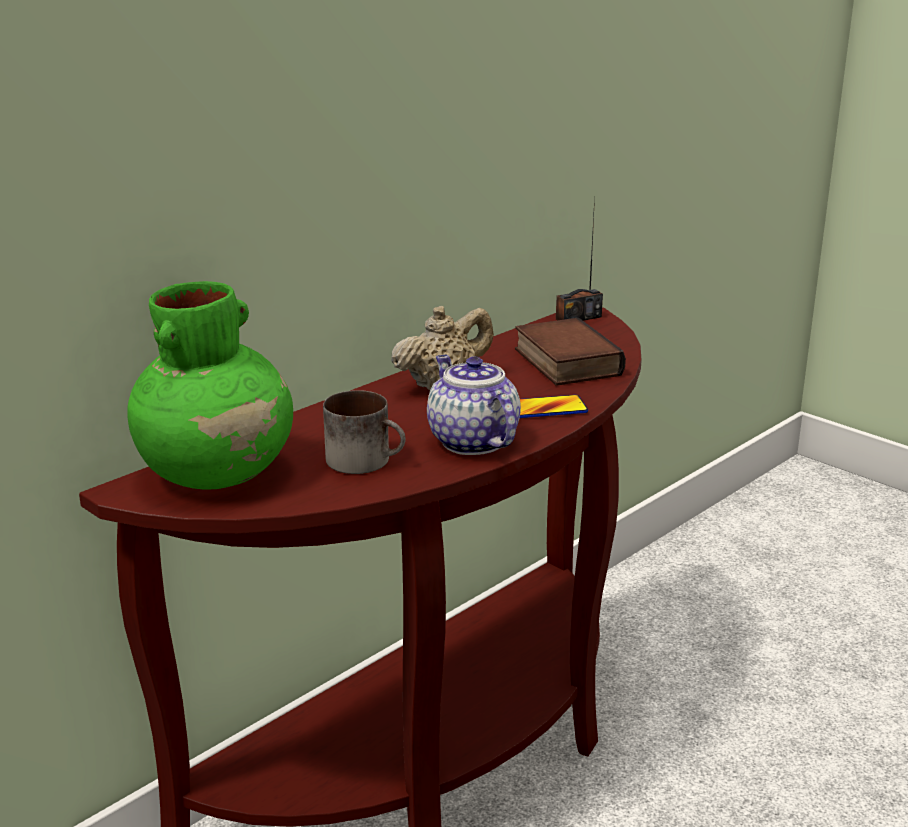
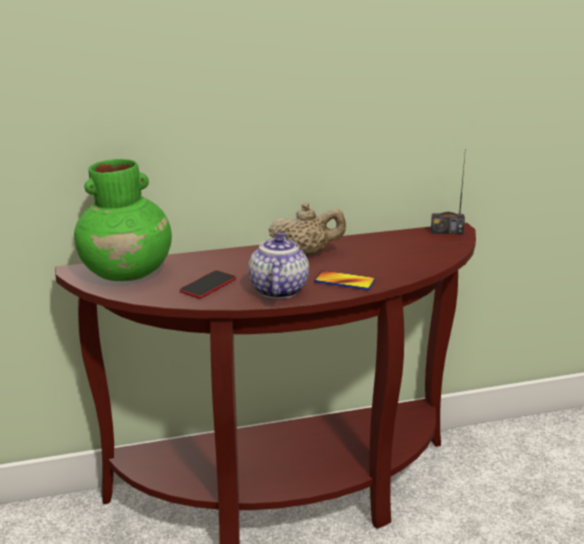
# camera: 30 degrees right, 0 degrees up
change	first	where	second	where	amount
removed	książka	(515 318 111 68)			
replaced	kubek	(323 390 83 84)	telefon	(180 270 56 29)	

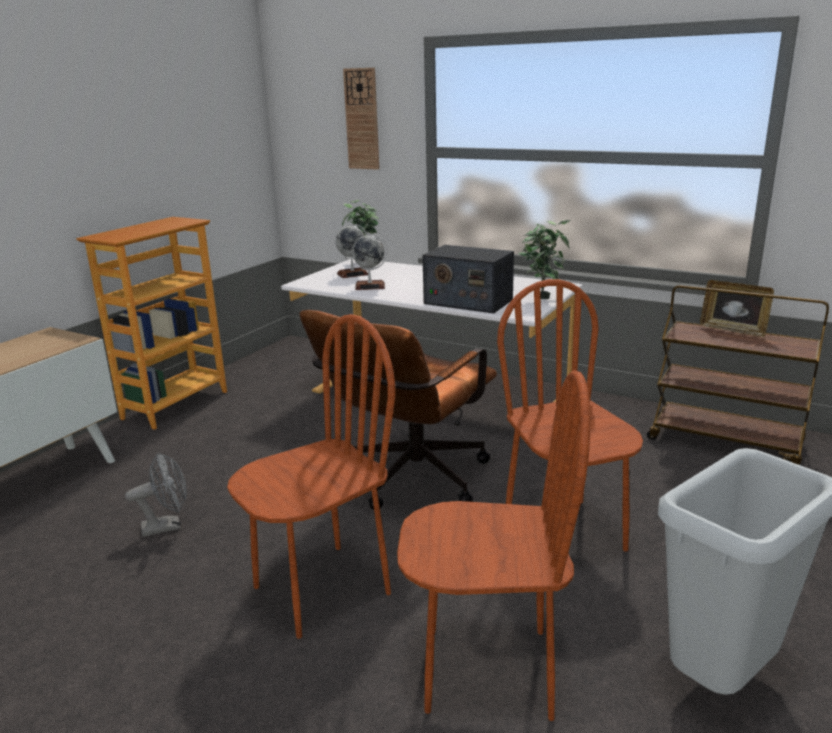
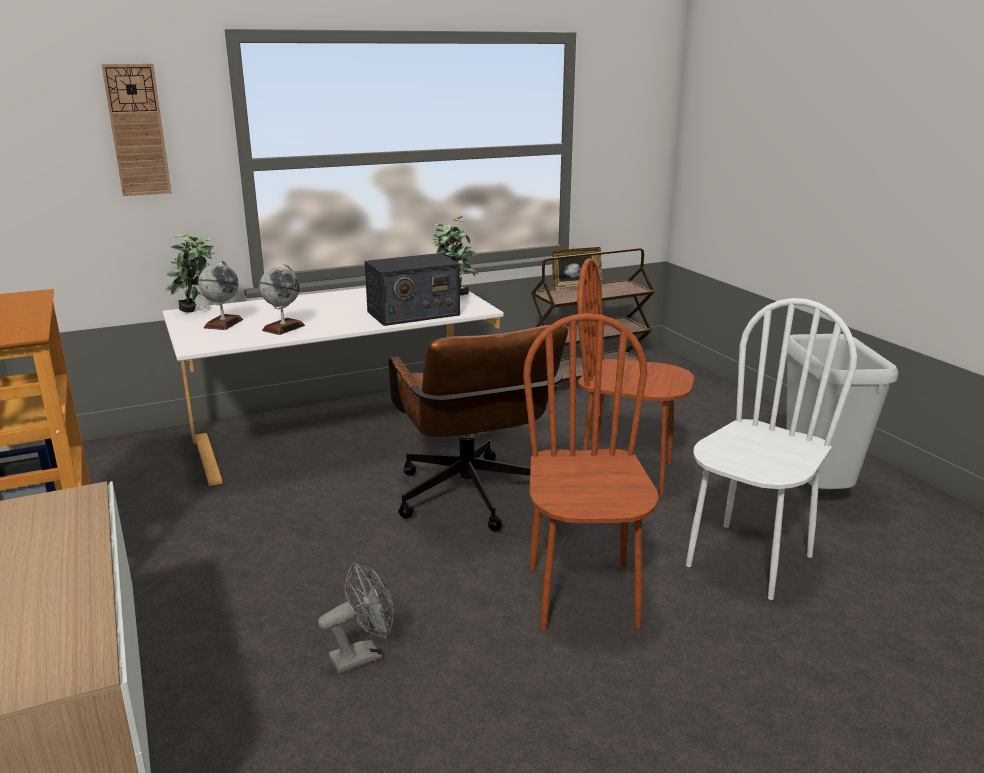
# camera: 55 degrees left, 0 degrees up
change	first	where	second	where	amount
recoloured	krzesło (brązowy)	(397 370 193 351)	krzesło (biały)	(686 298 171 302)	
turned	wentylator (szary)	(125 453 62 84)		(318 563 77 110)	45 degrees clockwise

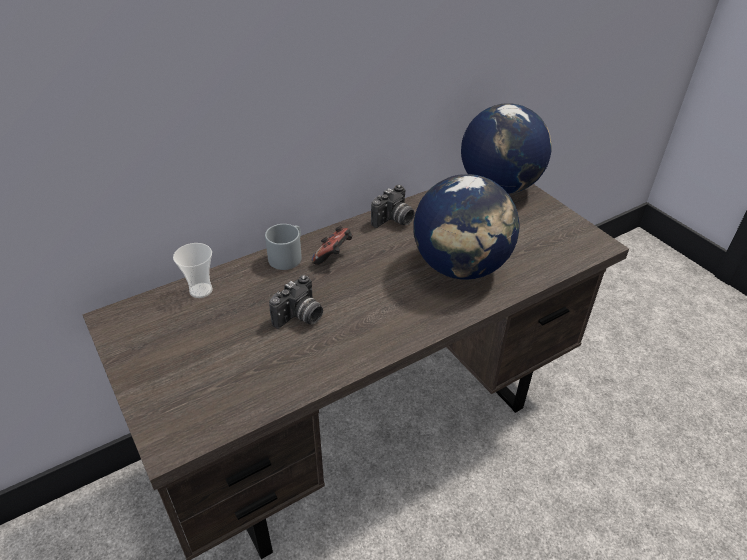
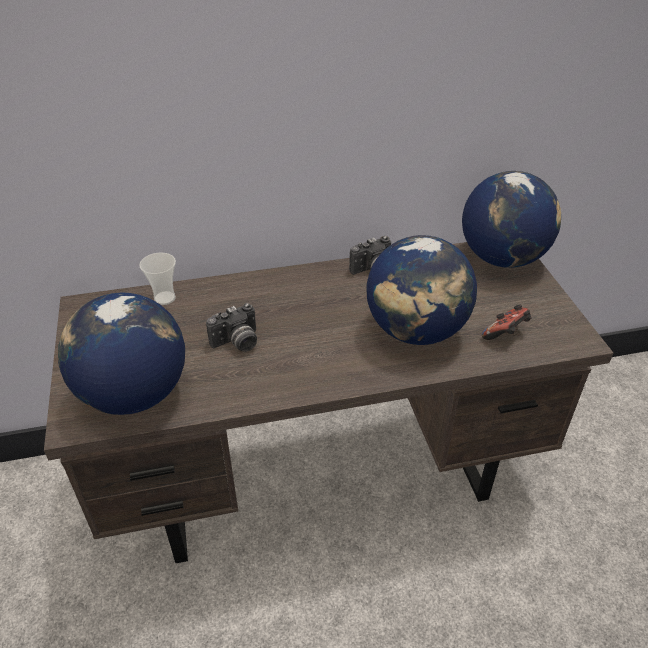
# camera: 20 degrees right, 0 degrees up
change	first	where	second	where	amount
removed	kubek (szary)	(265 224 37 46)			
added			globus	(58 292 127 123)	
moved	pad do gier	(312 226 41 39)		(482 305 49 35)	

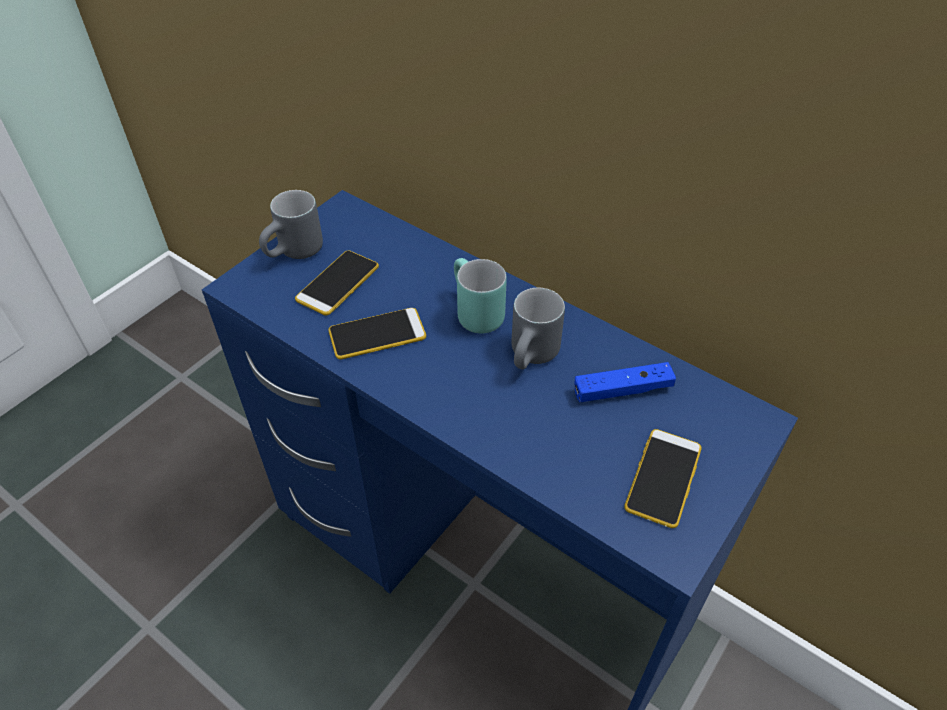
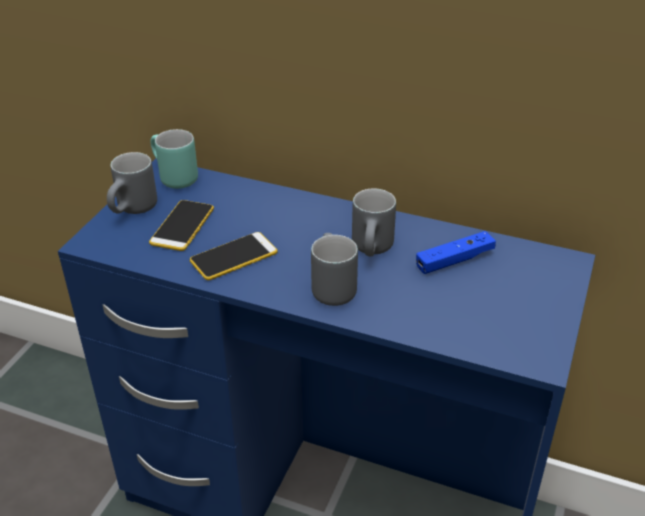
# camera: 15 degrees left, 10 degrees down
change	first	where	second	where	amount
removed	telefon	(624 429 78 99)			
added			kubek (szary)	(311 233 47 73)	
moved	kubek (turkusowy)	(454 258 53 76)		(151 129 47 60)	

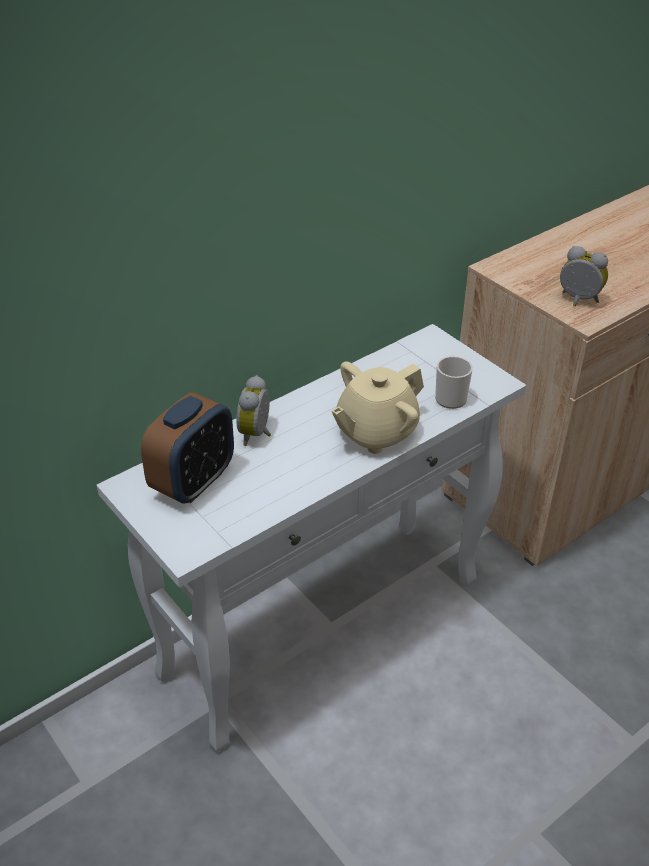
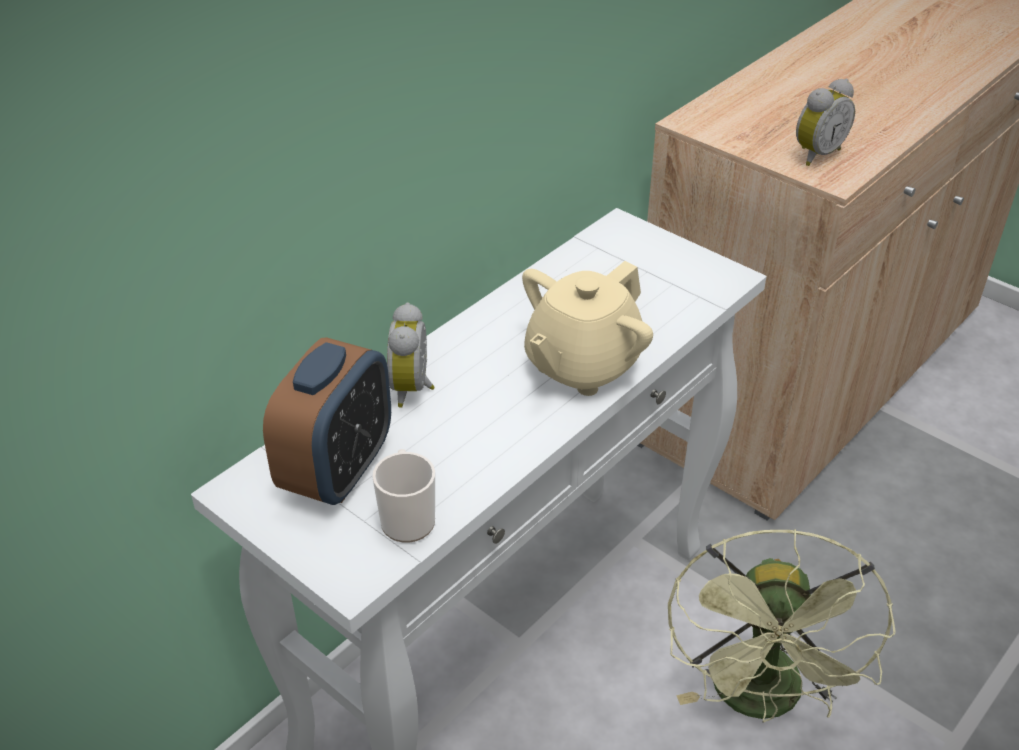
# camera: 10 degrees left, 0 degrees up
change	first	where	second	where	amount
added			wentylator (zielony)	(668 529 227 194)	
moved	kubek	(435 355 38 54)		(372 449 63 94)	
turned	budzik	(560 246 48 60)		(796 79 59 87)	120 degrees clockwise

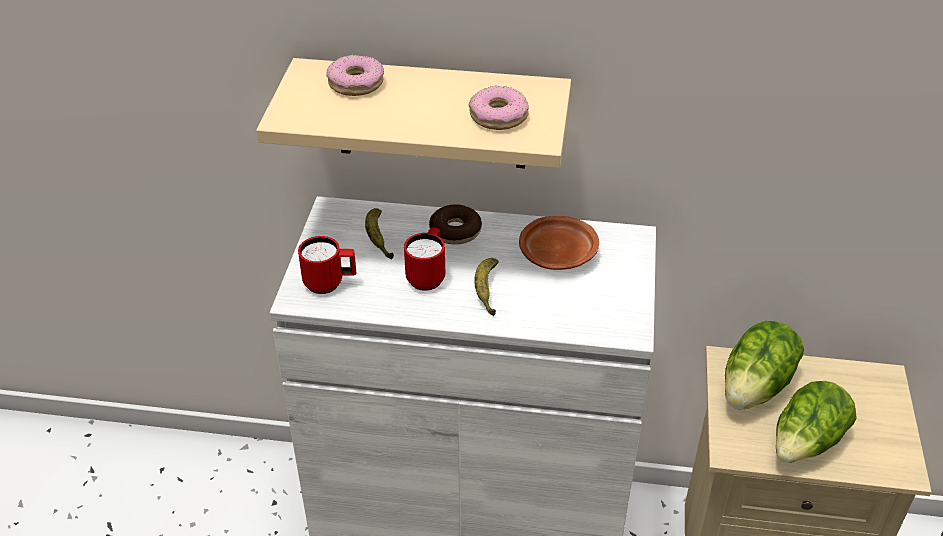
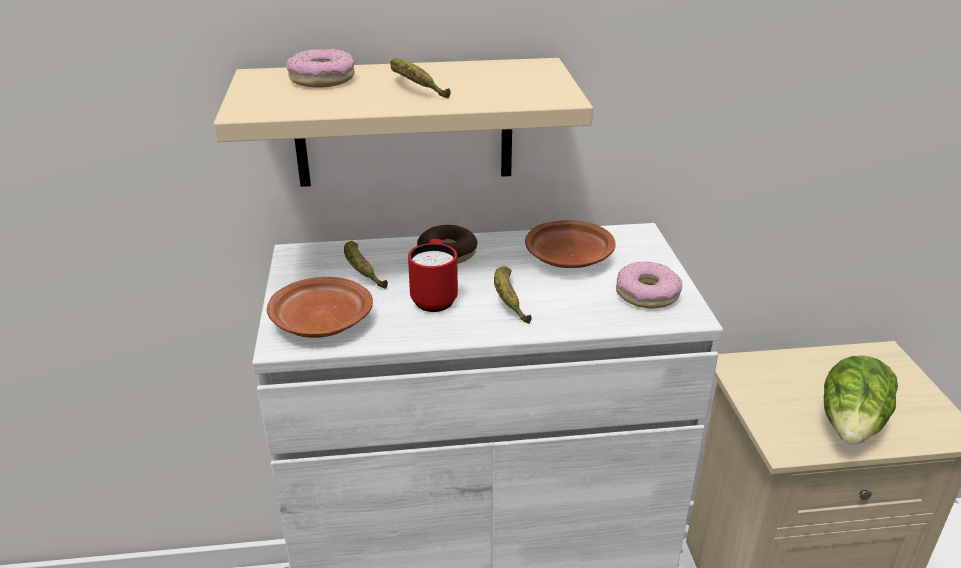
# camera: 15 degrees left, 10 degrees down
change	first	where	second	where	amount
removed	sałata	(725 321 79 88)			
added			banan	(390 58 61 41)	
moved	donut	(468 85 61 45)		(616 262 66 47)	
replaced	kubek (czerwony)	(298 236 58 58)	talerz (brązowy)	(267 277 106 61)	

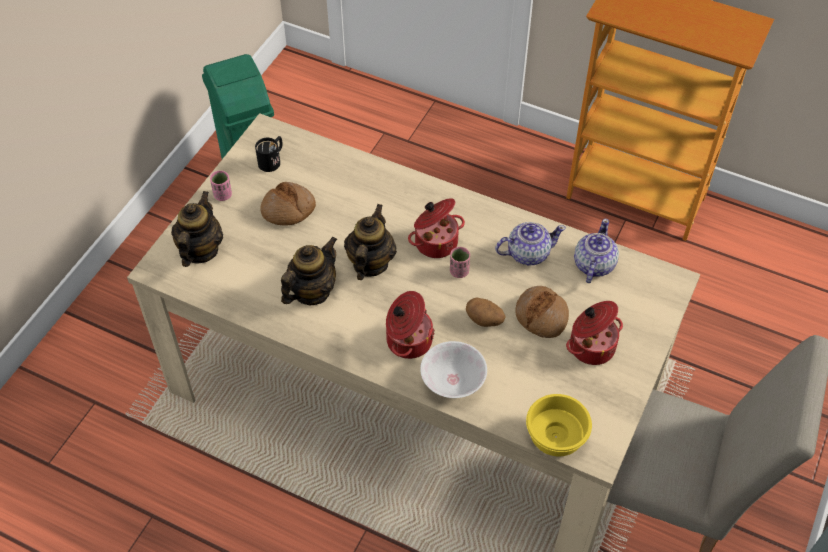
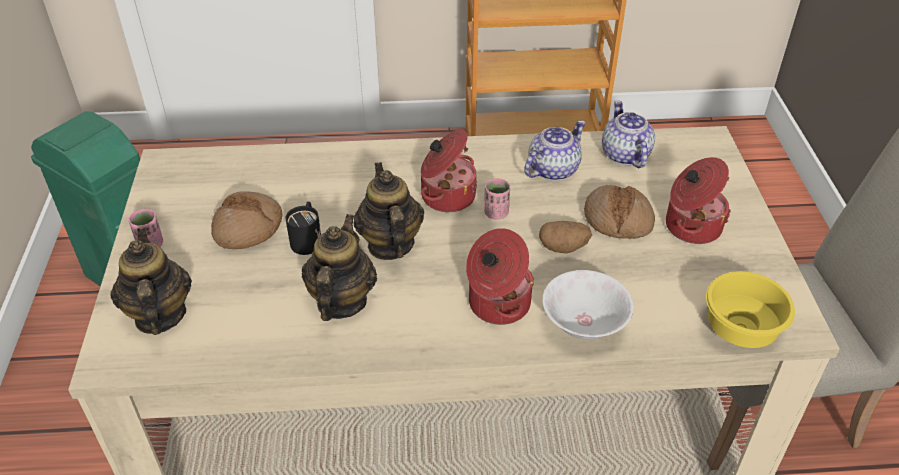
# camera: 30 degrees left, 10 degrees down
change	first	where	second	where	amount
moved	kubek (czarny)	(255 136 28 36)		(285 202 36 53)	

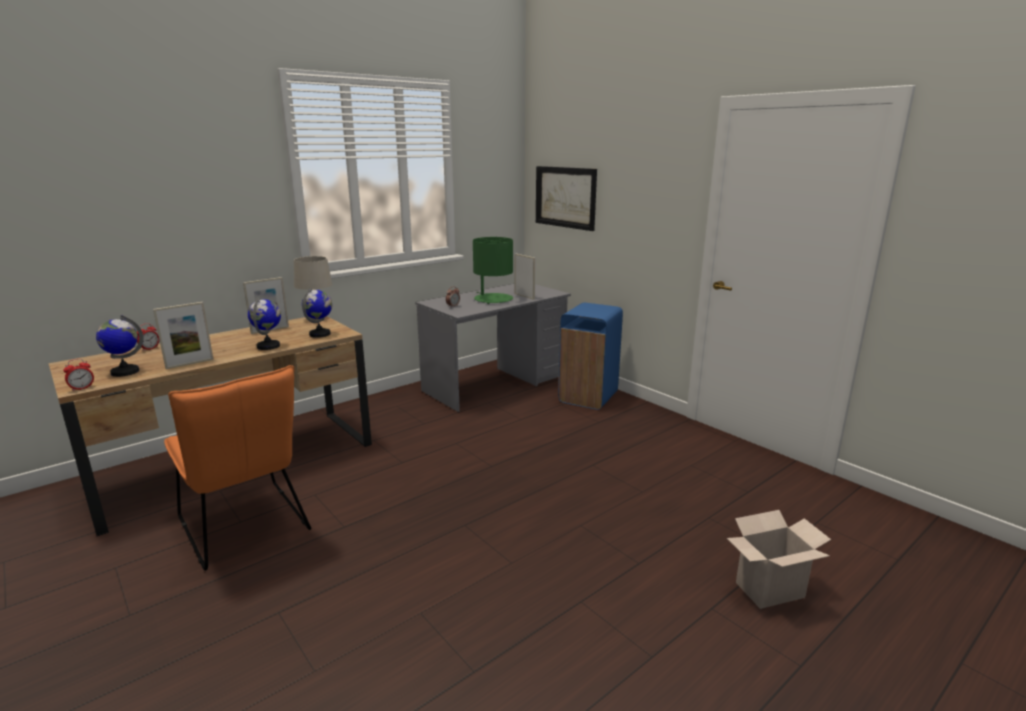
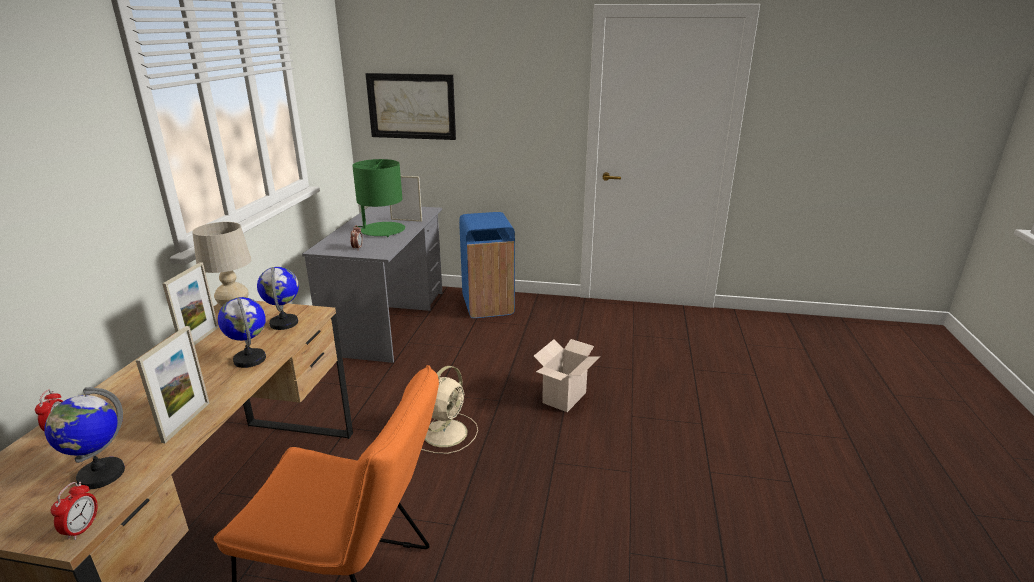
# camera: 40 degrees left, 5 degrees up
change	first	where	second	where	amount
added			wentylator (beżowy)	(421 366 57 88)	
moved	karton	(727 510 104 99)		(534 339 66 73)	

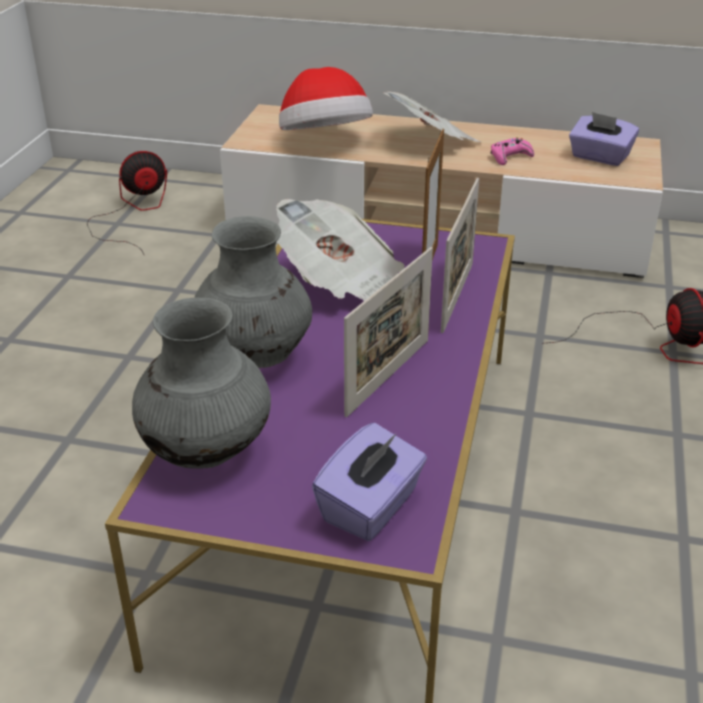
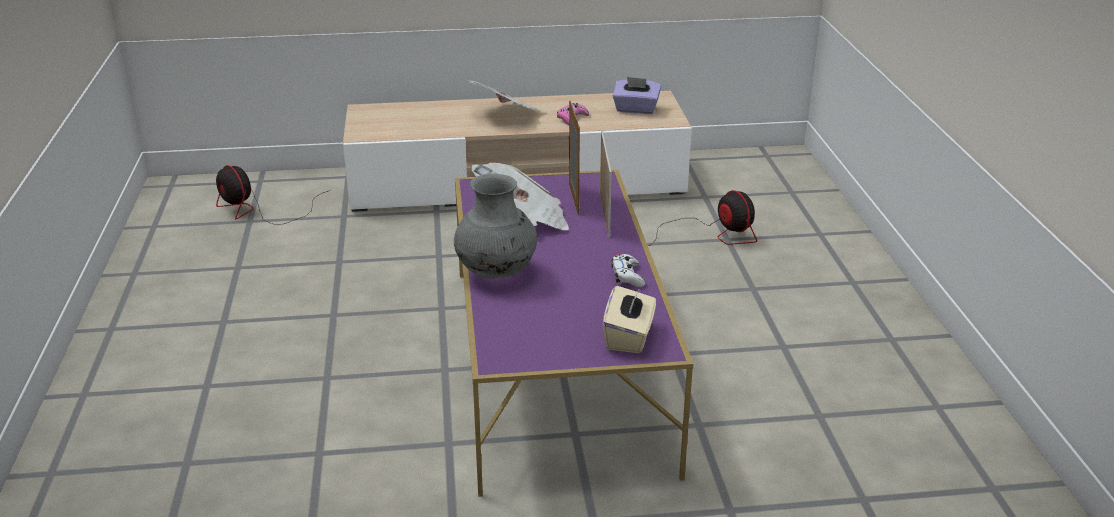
# camera: 20 degrees left, 5 degrees down
change	first	where	second	where	amount
removed	wazon (szary)	(132 298 139 171)			
removed	kapelusz	(279 67 94 63)			
removed	ramka na zdjęcie	(344 247 89 170)			
added			pad do gier (biały)	(611 254 34 33)	
recoloured	pudełko chusteczek (fioletowy)	(312 423 115 118)	pudełko chusteczek (beżowy)	(603 286 53 67)	
turned	wentylator	(87 151 80 104)		(216 165 114 60)	90 degrees counterclockwise

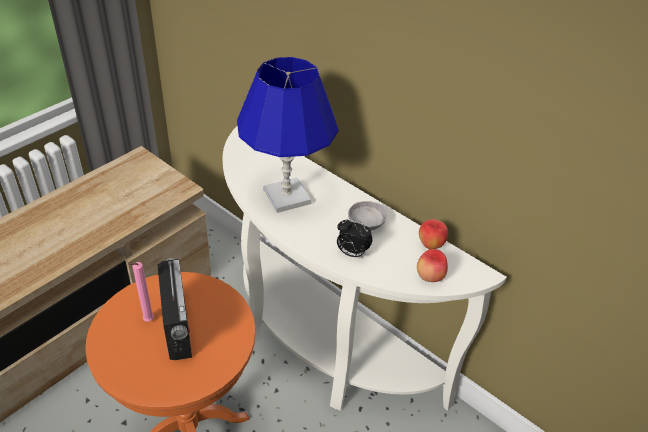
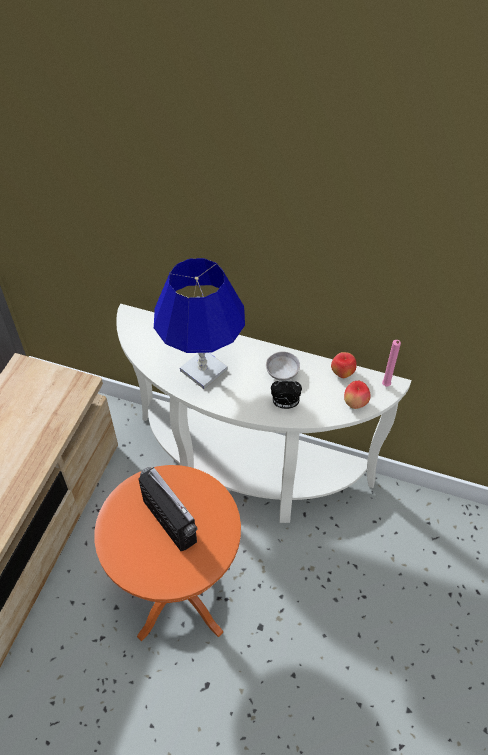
# camera: 20 degrees left, 10 degrees up
change	first	where	second	where	amount
moved	świeca (różowy)	(129 262 25 60)		(382 340 19 46)	

